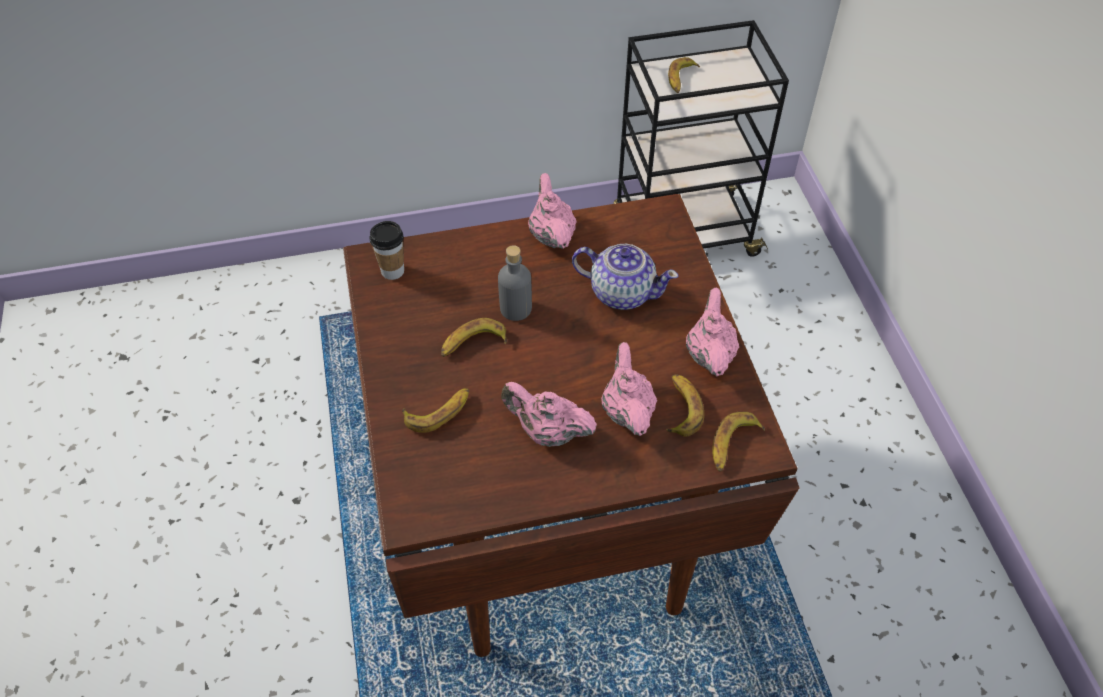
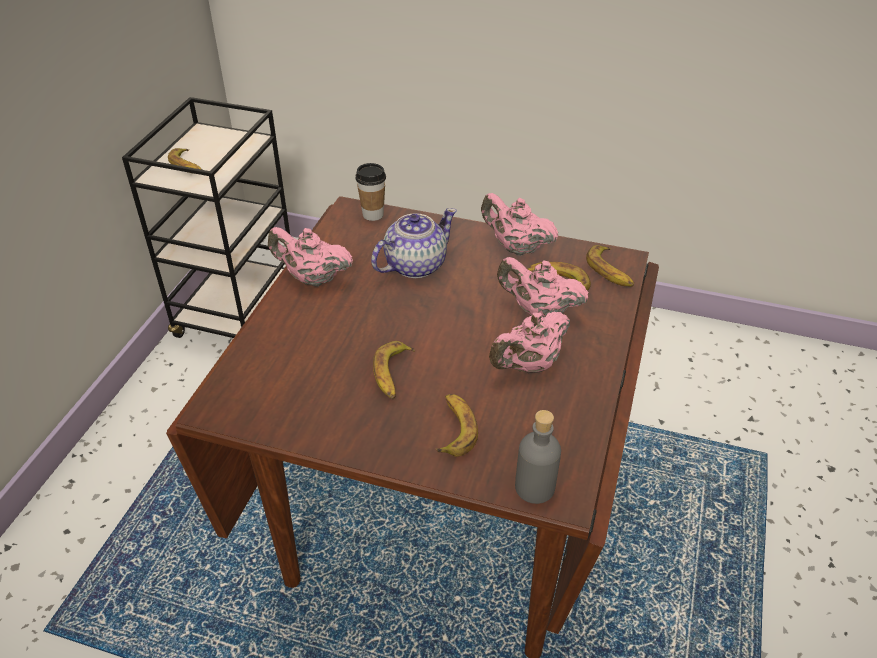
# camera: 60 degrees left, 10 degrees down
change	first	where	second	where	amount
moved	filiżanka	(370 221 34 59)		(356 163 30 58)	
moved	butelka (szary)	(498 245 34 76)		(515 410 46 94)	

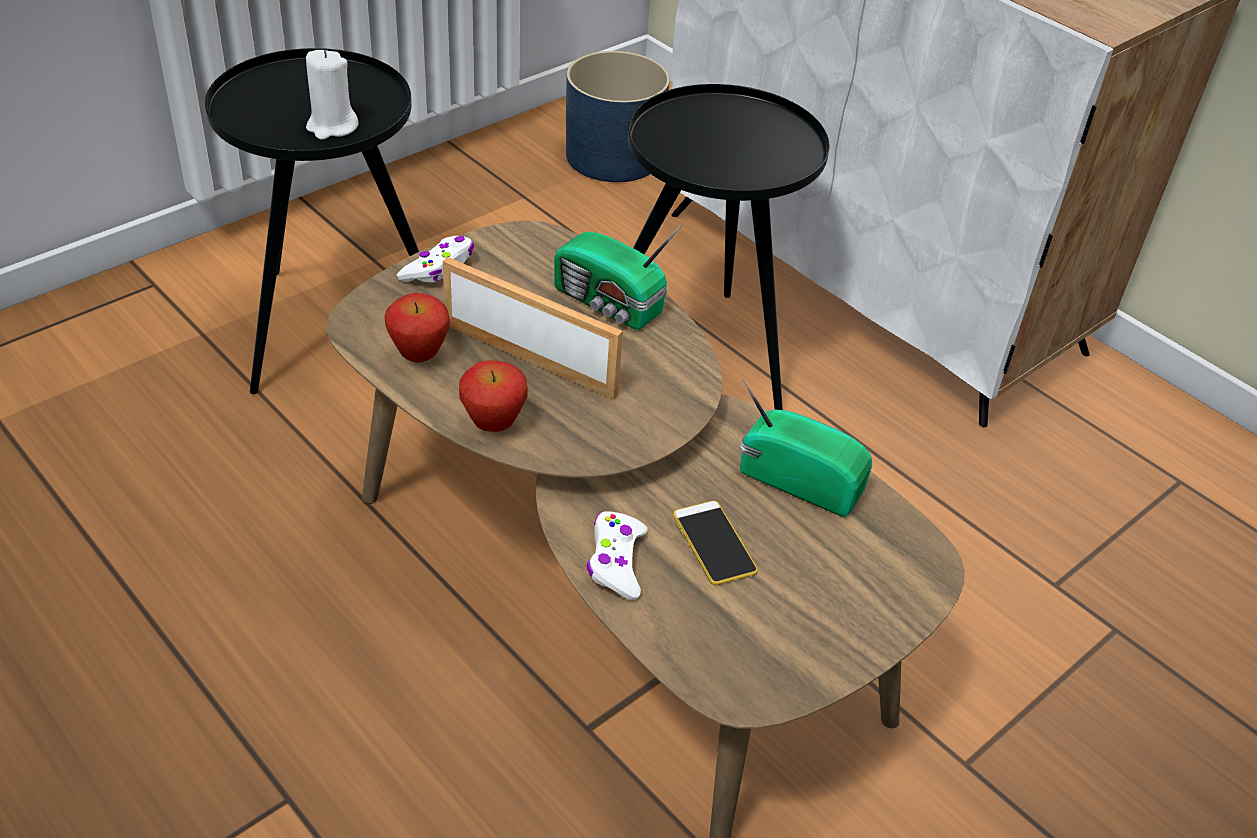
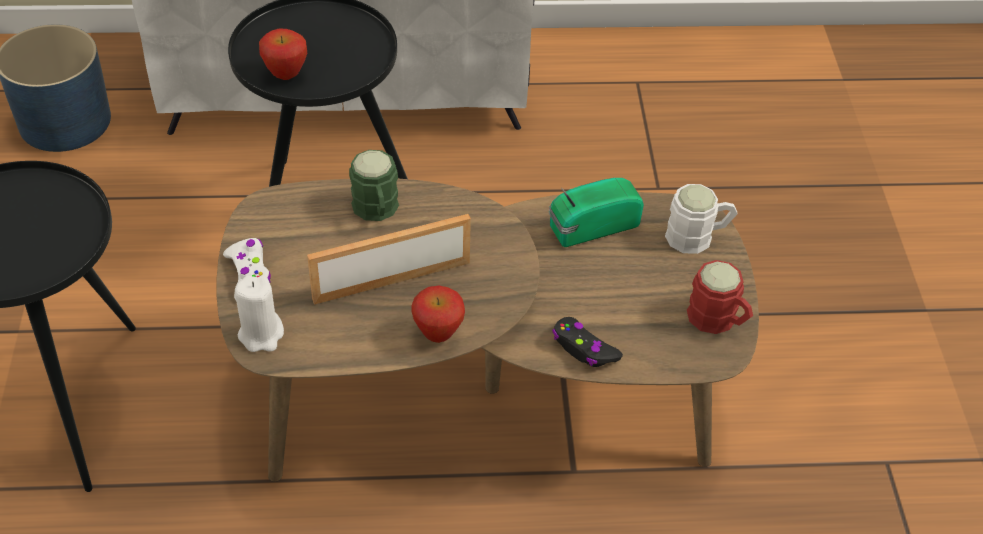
# camera: 50 degrees left, 5 degrees up
change	first	where	second	where	amount
removed	telefon	(673 501 85 84)			
added			kubek (biały)	(665 184 73 70)	
added			kubek (czerwony)	(687 260 66 74)	
moved	świeca (biały)	(306 50 52 90)		(235 276 49 76)	
moved	jabłko	(385 293 65 70)		(259 29 48 51)	
replaced	radio	(554 225 128 105)	kubek (zielony)	(349 150 50 71)	
recoloured	pad do gier (biały)	(587 511 60 89)	pad do gier (czarny)	(552 317 71 50)	

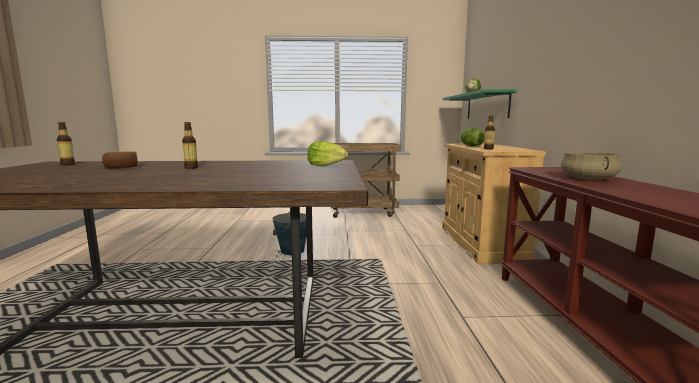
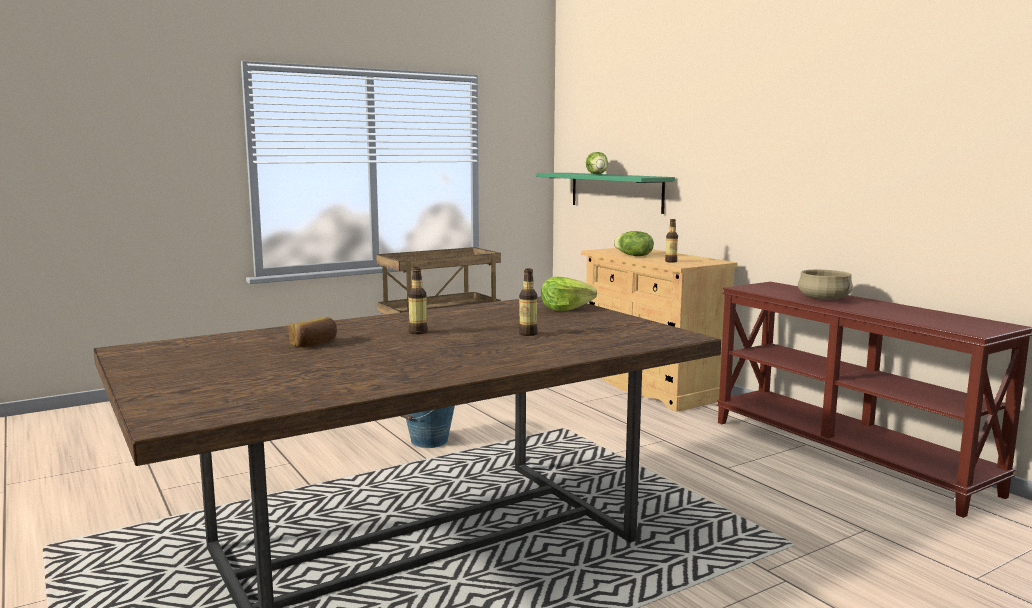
# camera: 30 degrees left, 0 degrees up
change	first	where	second	where	amount
moved	butelka	(57 122 18 43)		(519 269 18 67)	

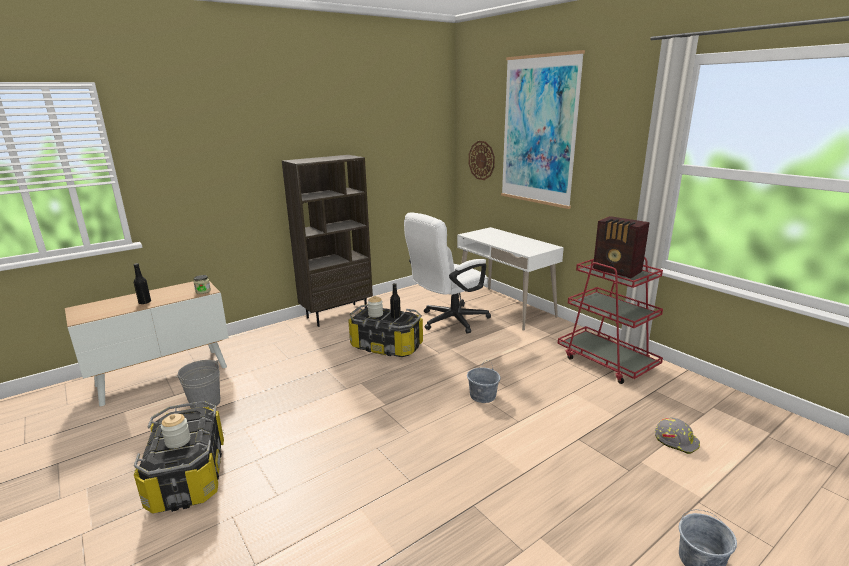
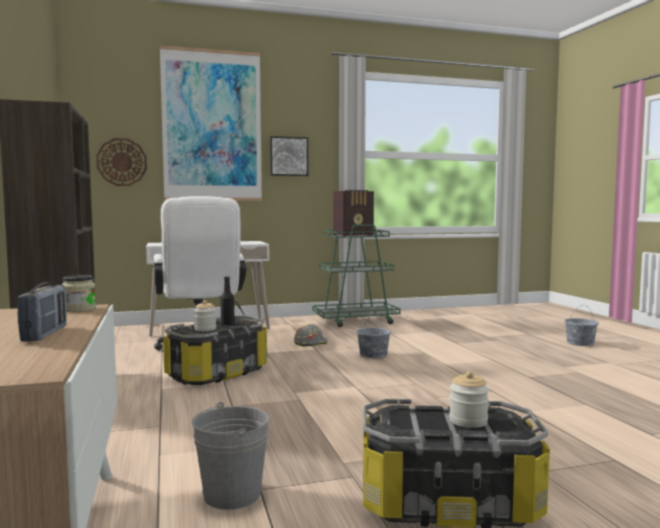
# camera: 70 degrees left, 15 degrees down
change	first	where	second	where	amount
added			obraz	(270 136 38 40)	
moved	kask (szary)	(655 418 45 36)		(294 324 34 22)	
replaced	butelka (czarny)	(134 263 17 41)	radio	(17 282 50 60)	
recoloured	wózek (czerwony)	(558 257 105 127)	wózek (zielony)	(313 224 88 103)	

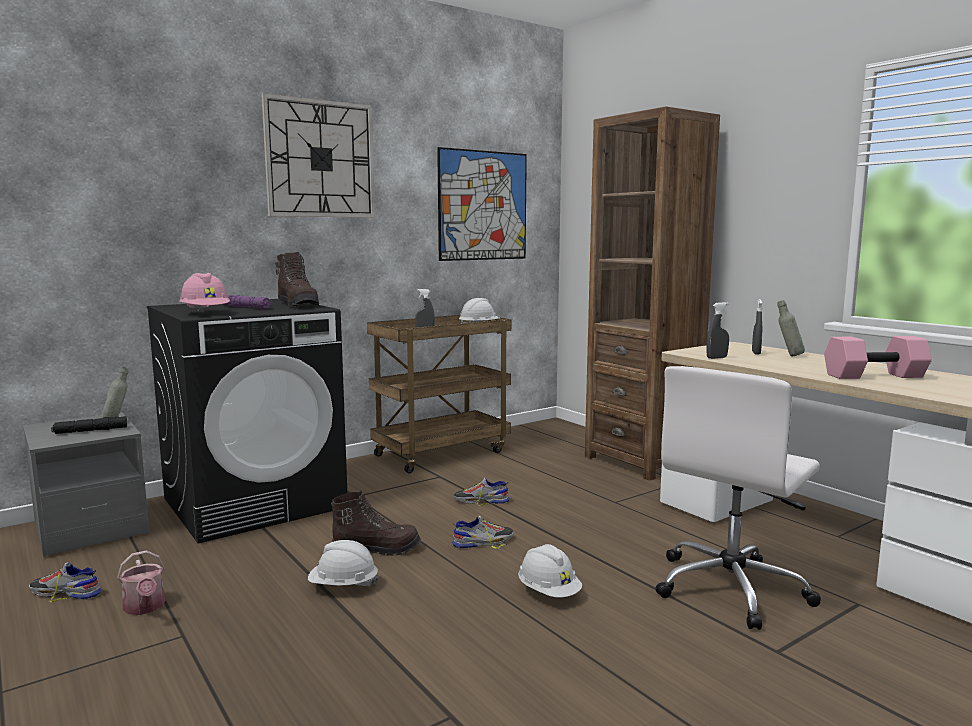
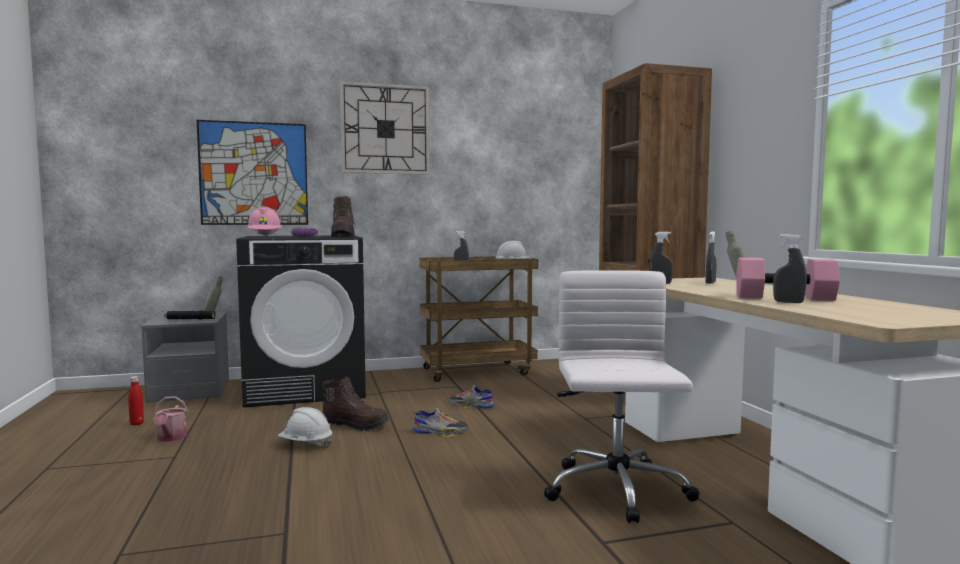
# camera: 20 degrees right, 5 degrees down
change	first	where	second	where	amount
removed	kask (biały)	(518 544 64 54)			
added			spryskiwacz (szary)	(773 234 34 69)	
moved	obraz	(437 147 90 114)		(197 120 111 105)	
replaced	but	(29 562 73 40)	butelka (czerwony)	(128 376 16 50)	
turned	krzesło biurowe (biały)	(656 366 165 264)		(544 270 156 253)	120 degrees clockwise

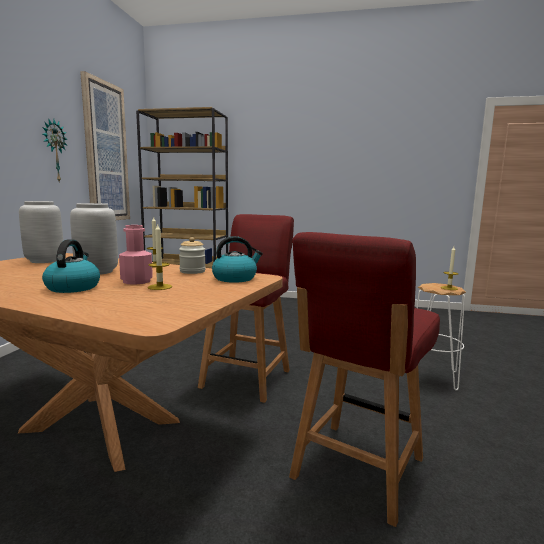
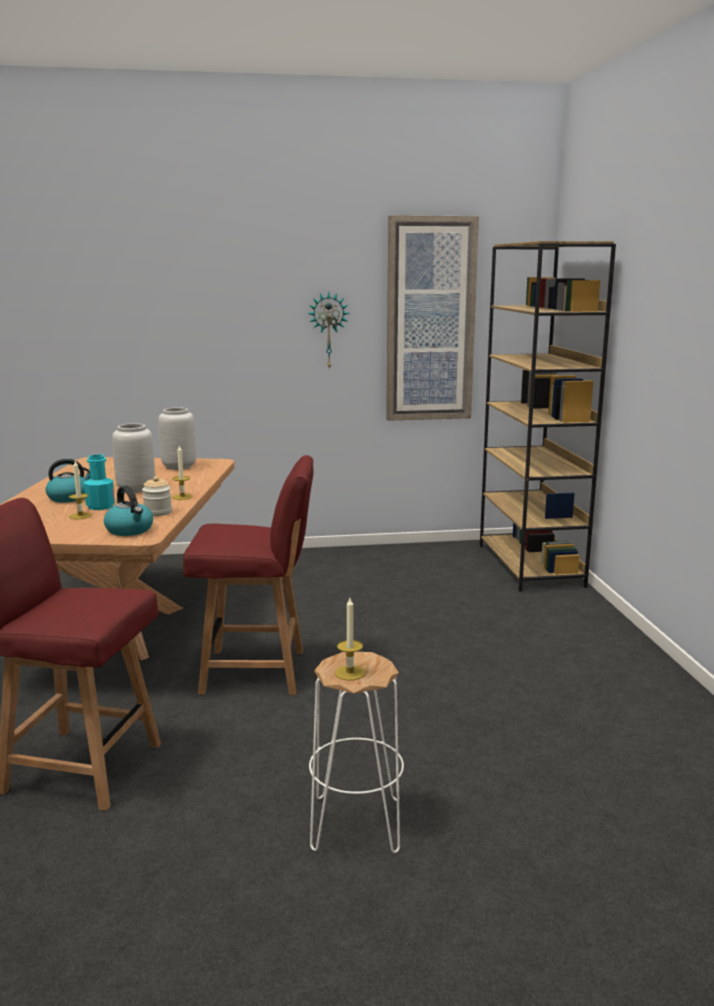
# camera: 70 degrees right, 5 degrees up
change	first	where	second	where	amount
recoloured	butelka (różowy)	(119 225 34 60)	butelka (turkusowy)	(84 454 31 56)	

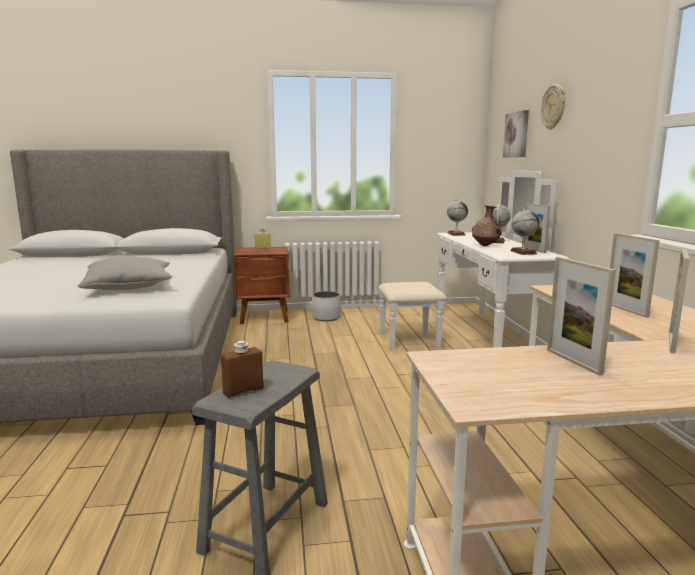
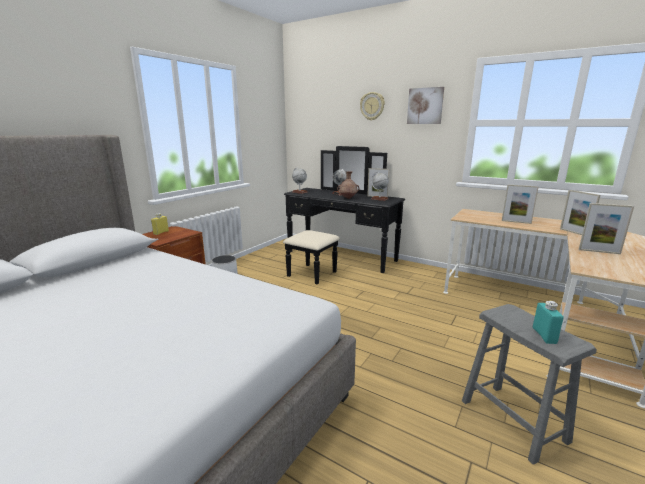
# camera: 50 degrees left, 5 degrees up
change	first	where	second	where	amount
removed	poduszka (szary)	(78 257 94 33)			
moved	obraz	(503 110 26 48)		(407 87 37 37)	
recoloured	butelka (brązowy)	(221 341 43 57)	butelka (turkusowy)	(533 301 31 43)	
recoloured	komoda (biały)	(378 171 191 179)	komoda (czarny)	(283 146 122 138)	

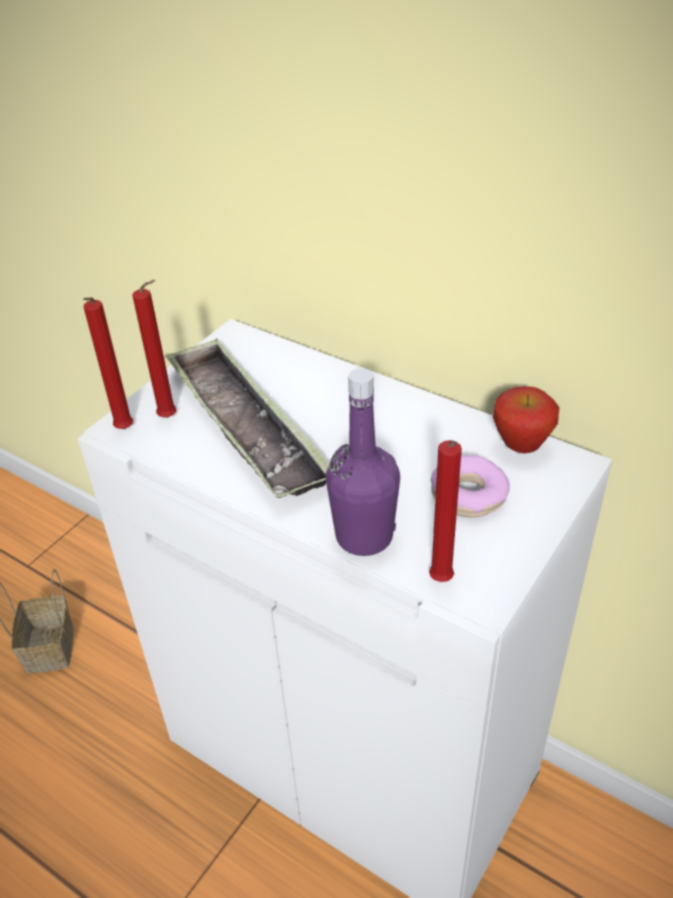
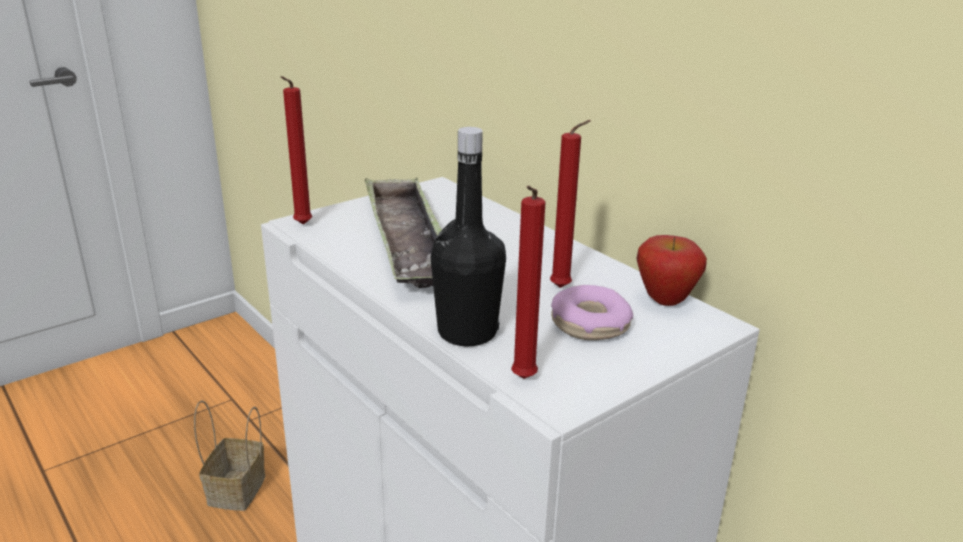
# camera: 15 degrees right, 15 degrees down
change	first	where	second	where	amount
moved	świeca (czerwony)	(132 280 44 138)		(550 120 41 168)	
recoloured	butelka (fioletowy)	(326 368 74 188)	butelka (czarny)	(431 127 75 219)	

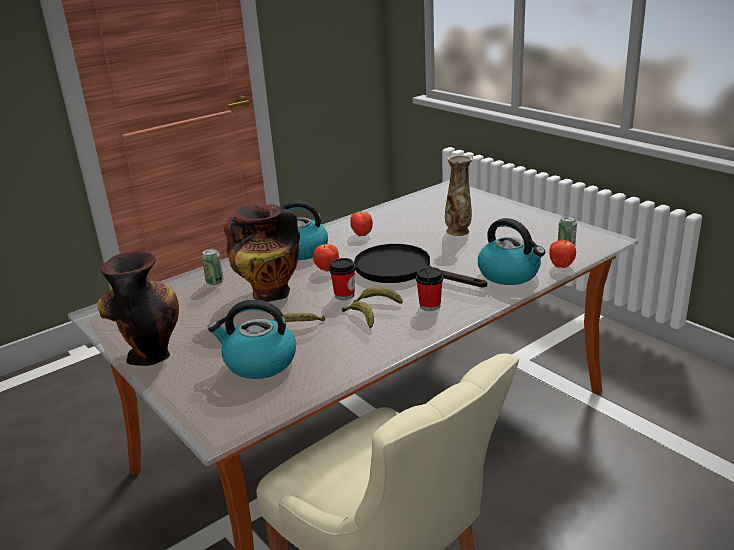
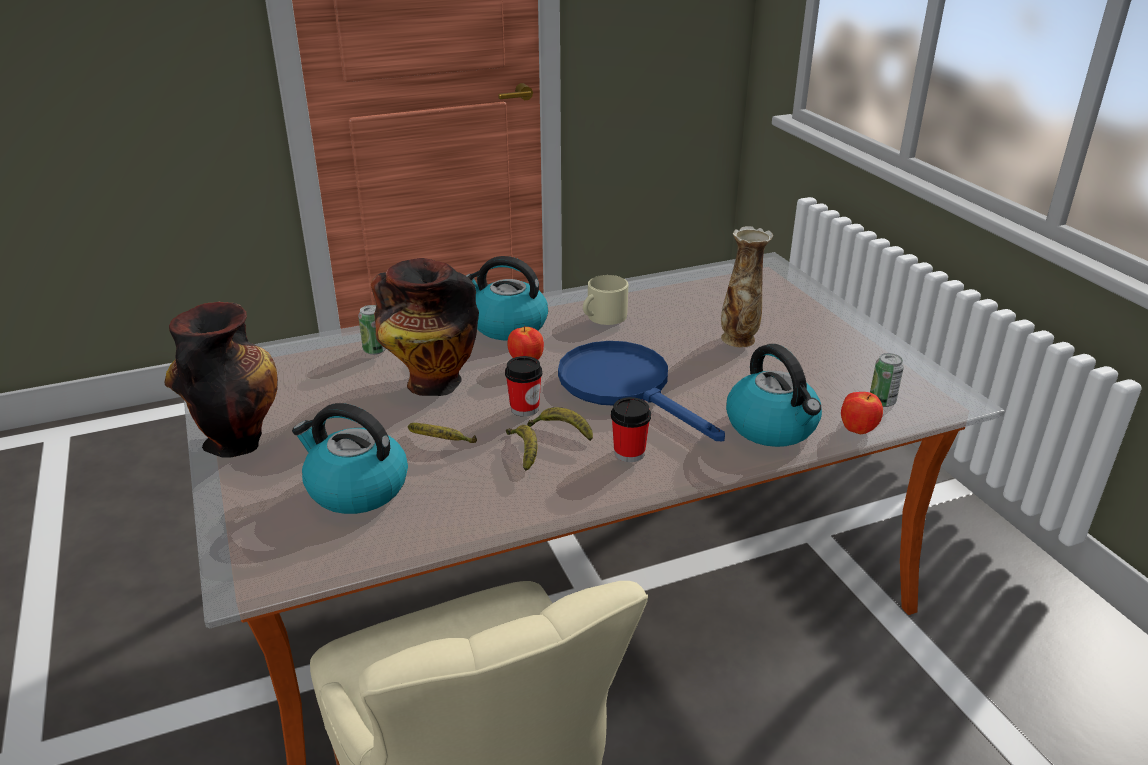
# camera: 15 degrees right, 5 degrees up
change	first	where	second	where	amount
replaced	jabłko	(350 212 23 24)	kubek (beżowy)	(583 275 45 50)	
recoloured	patelnia (czarny)	(354 244 133 44)	patelnia (niebieski)	(558 341 167 100)	

